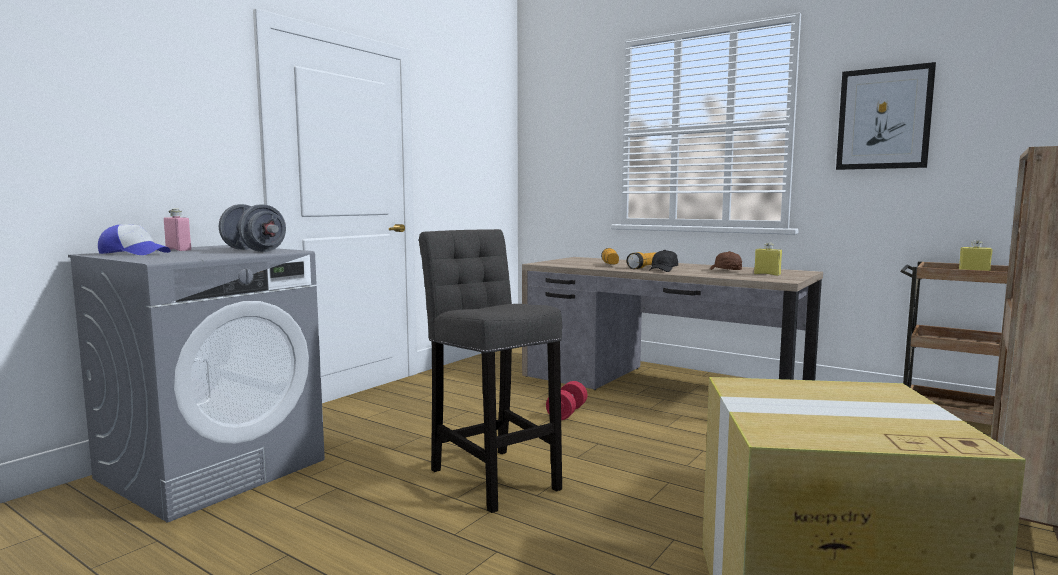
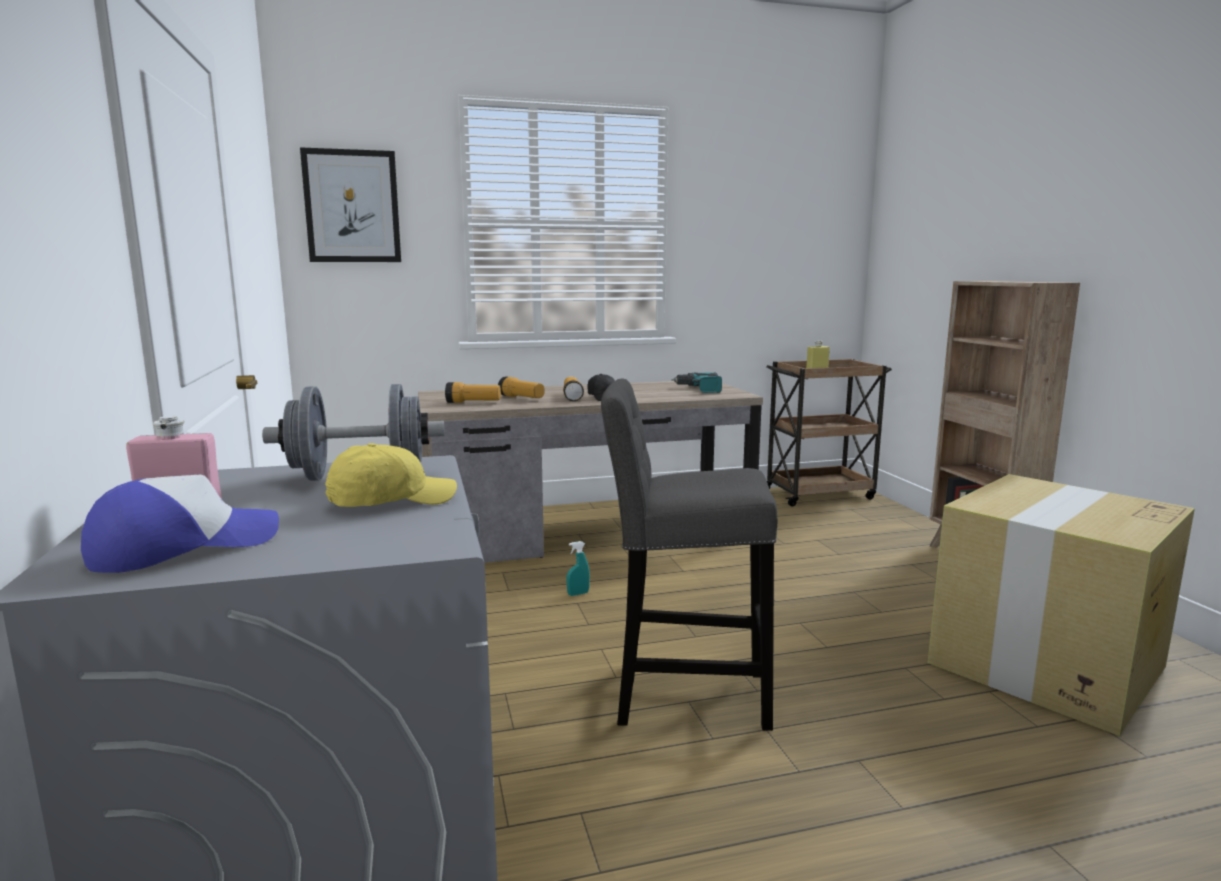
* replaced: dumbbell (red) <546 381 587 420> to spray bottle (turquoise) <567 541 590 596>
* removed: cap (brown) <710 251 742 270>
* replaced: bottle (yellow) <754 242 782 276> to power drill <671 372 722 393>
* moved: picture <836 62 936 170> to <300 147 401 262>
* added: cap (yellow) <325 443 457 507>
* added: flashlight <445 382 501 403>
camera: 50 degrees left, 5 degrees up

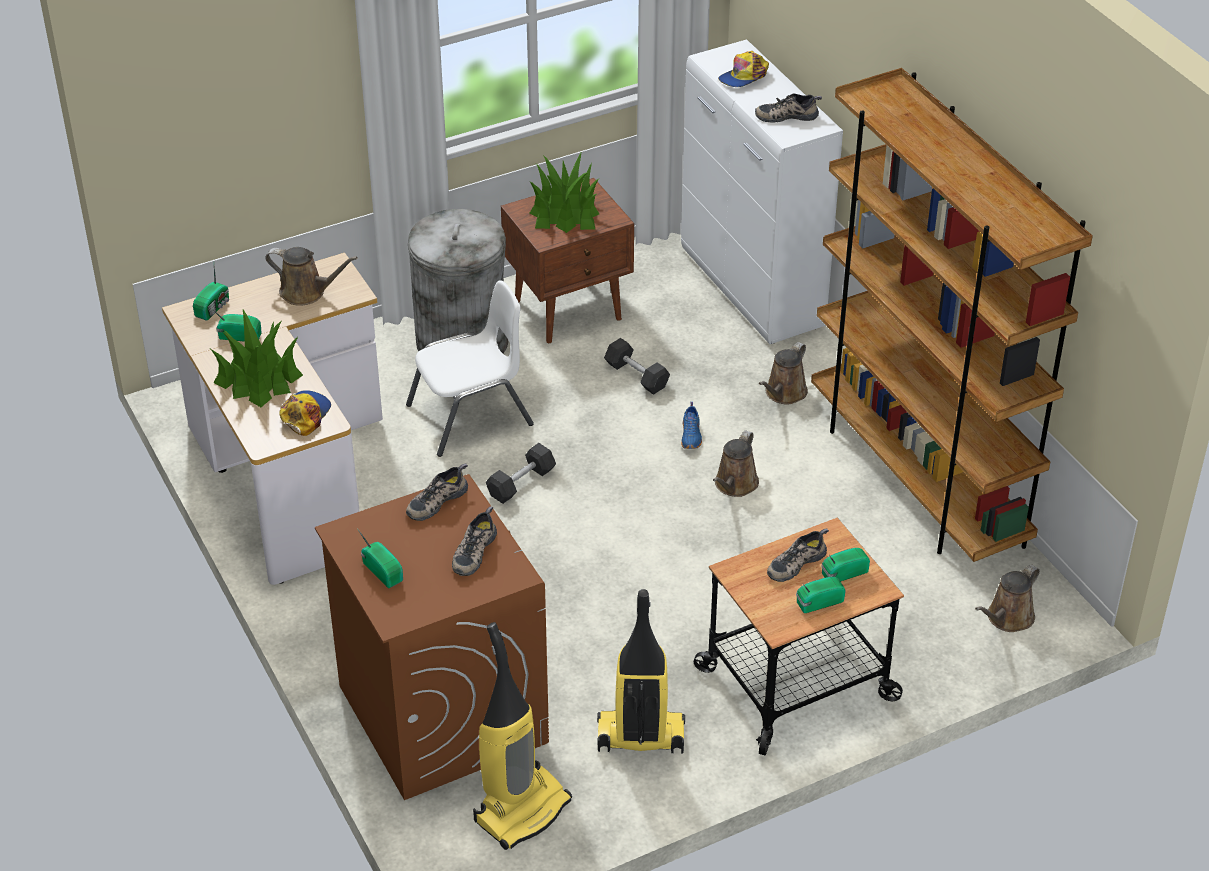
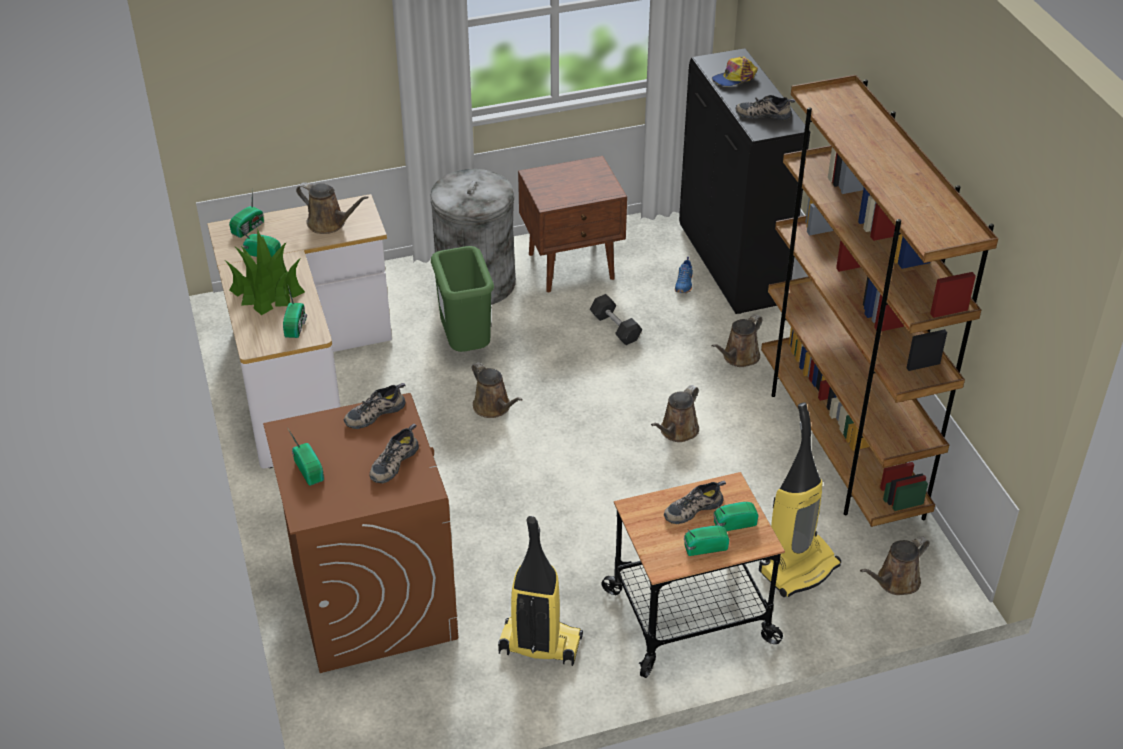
* replaced: cap <279 390 331 436> to radio <283 286 307 338>
* replaced: chair (white) <406 280 534 457> to trash can (green) <431 246 494 352>
* moved: vacuum cleaner <473 622 572 850> to <759 402 841 597>
* replaced: dumbbell (grey) <486 443 556 504> to watering can (brown) <472 362 523 418>
* removed: potted plant <529 151 599 233>
* recoloured: cabinet (white) <681 39 843 344> to cabinet (black) <679 48 810 314>
* moved: shoe (blue) <681 402 702 449> to <675 257 693 293>
camera: 10 degrees right, 0 degrees up

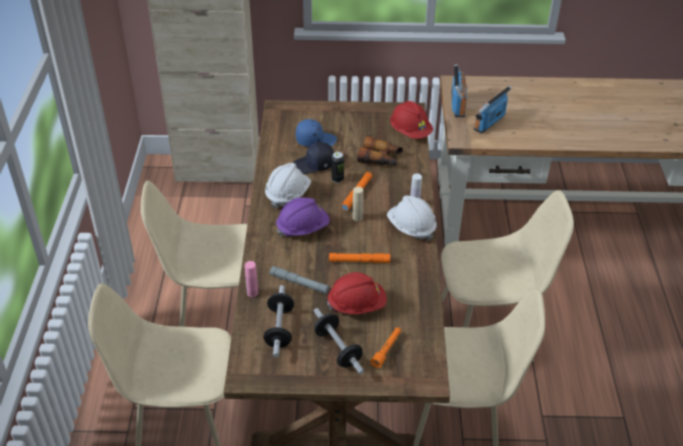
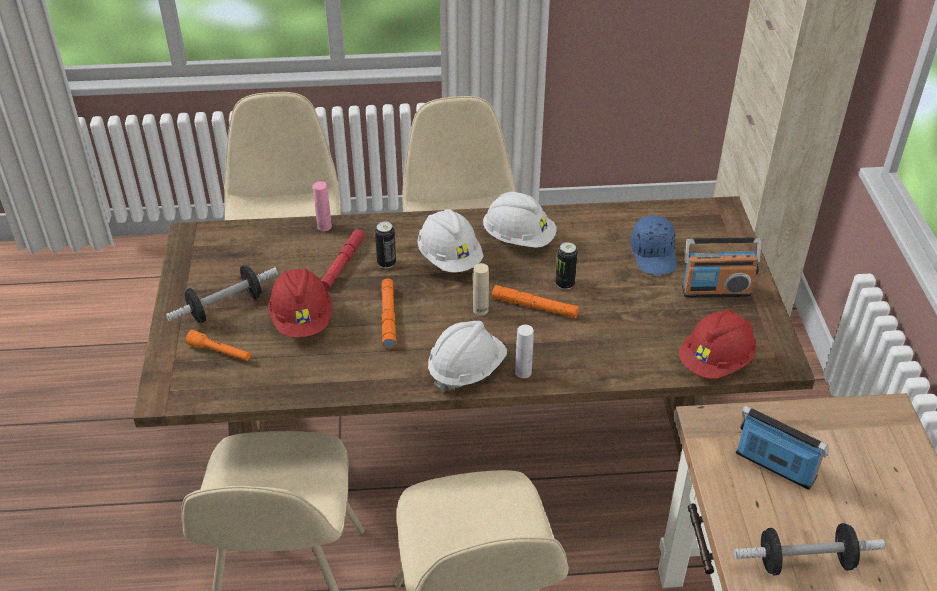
* moved: dumbbell <264 285 294 357> to <734 523 885 576>
* recoloured: flashlight (grey) <270 266 329 294> to flashlight (red) <321 229 365 291>
* recoloured: hard hat (purple) <276 197 330 237> to hard hat (white) <417 209 484 273>
* removed: cap (black) <293 142 334 174>
* removed: binoculars <357 136 403 166>
* moved: radio <451 64 467 117> to <682 238 761 298>
* added: can <375 222 396 268>
camera: 85 degrees right, 0 degrees up

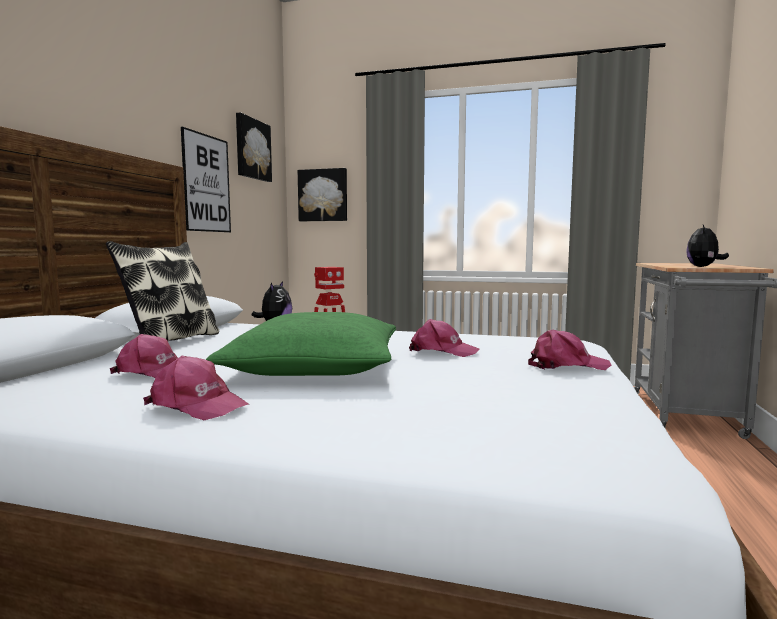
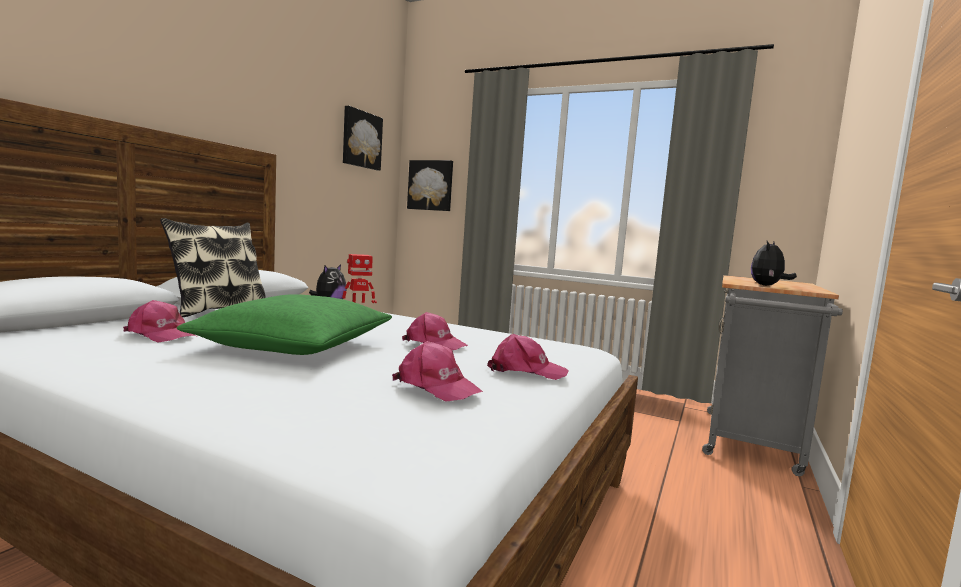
* moved: cap (pink) <143 356 248 420> to <392 341 483 402>
* removed: picture <181 127 231 232>
camera: 10 degrees right, 0 degrees up

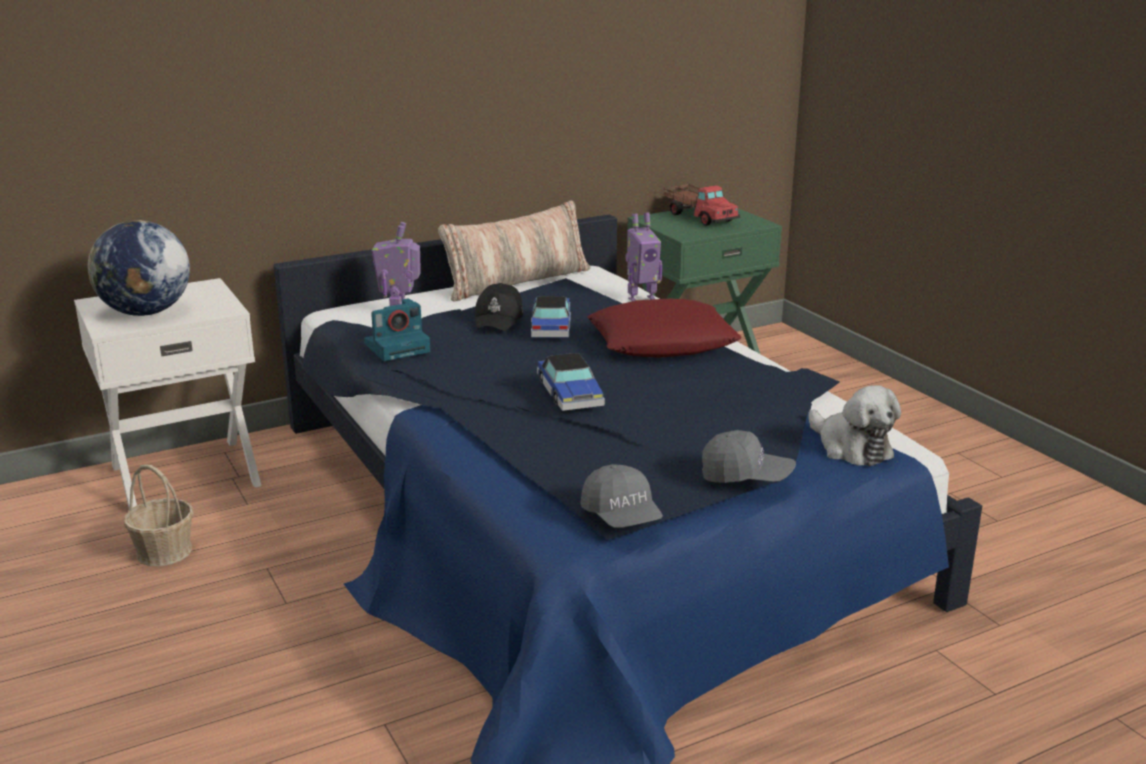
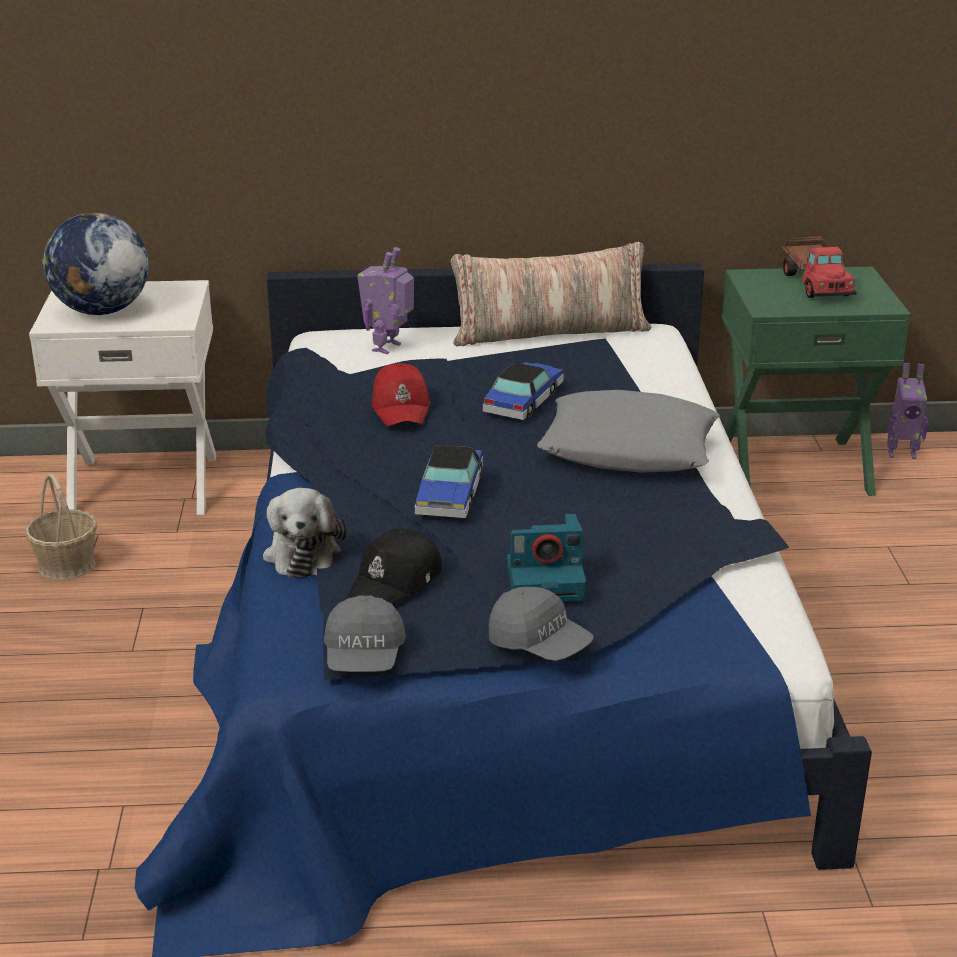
* moved: photo camera <364 298 430 361> to <507 514 586 602>
* moved: cap (black) <474 283 523 331> to <346 528 442 605>
* recoloured: pillow (red) <587 298 741 358> to pillow (grey) <537 390 720 473>
* moved: toy robot <625 212 662 301> to <887 363 928 459>
* moved: plush toy <808 385 901 466> to <263 488 347 578>
* added: cap (red) <372 363 431 426>
camera: 25 degrees right, 5 degrees up

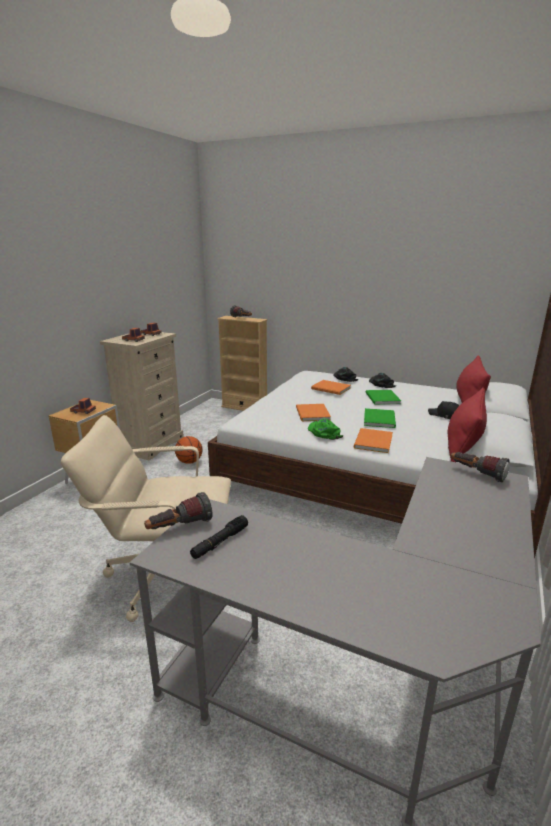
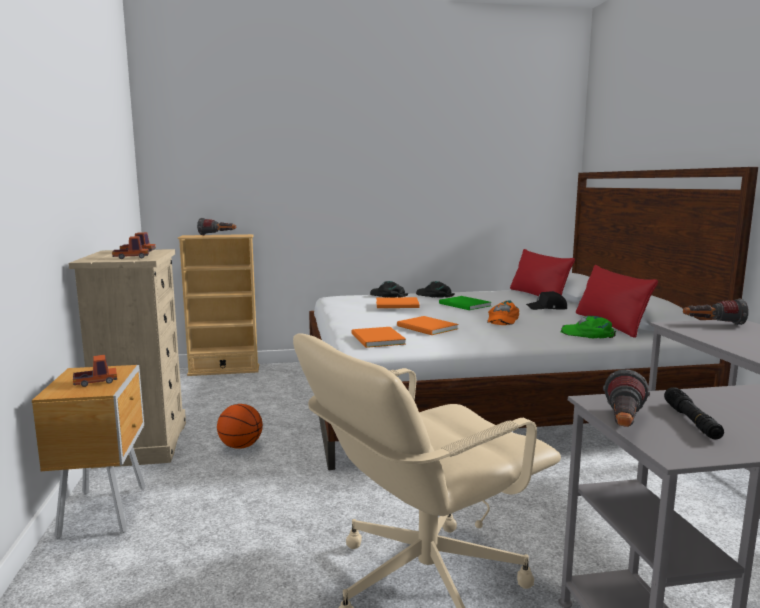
* moved: cap (green) <308 418 344 440> to <561 316 616 338>
* moved: book (orange) <354 428 393 453> to <352 327 406 348>
* replaced: book (green) <364 408 396 428> to cap (orange) <487 300 519 325>
camera: 35 degrees left, 10 degrees down

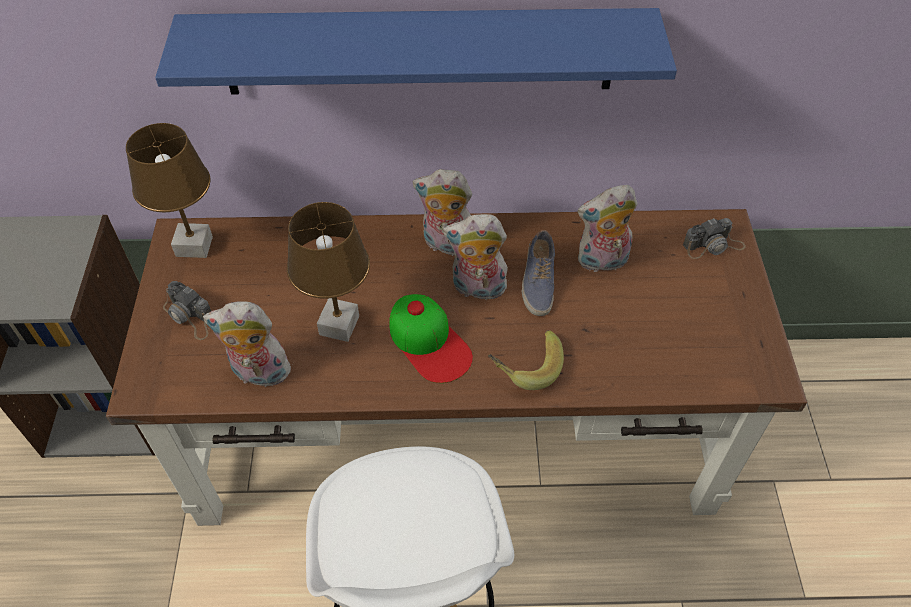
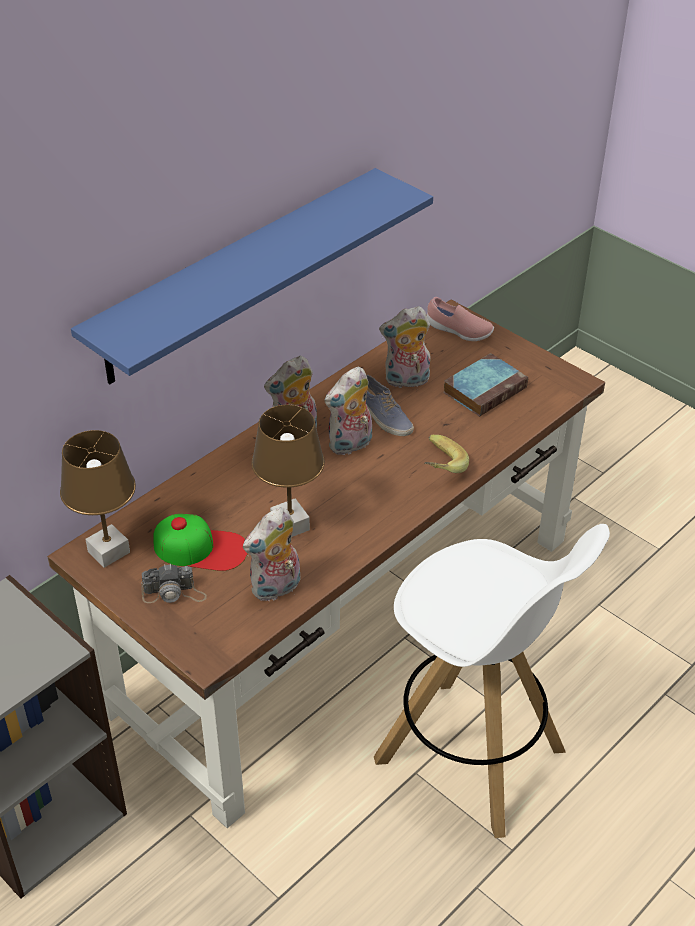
* moved: cap <389 294 473 383> to <153 514 248 571>
* turned: plush toy <578 185 638 272> = <379 306 430 388> 45 degrees clockwise
* replaced: photo camera <683 218 746 259> to shoe (pink) <427 297 494 341>
* added: book <443 353 528 417>
camera: 45 degrees left, 10 degrees down

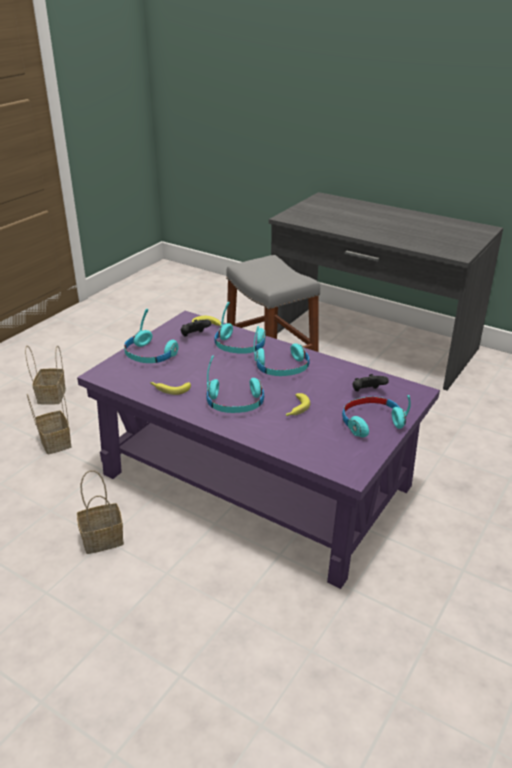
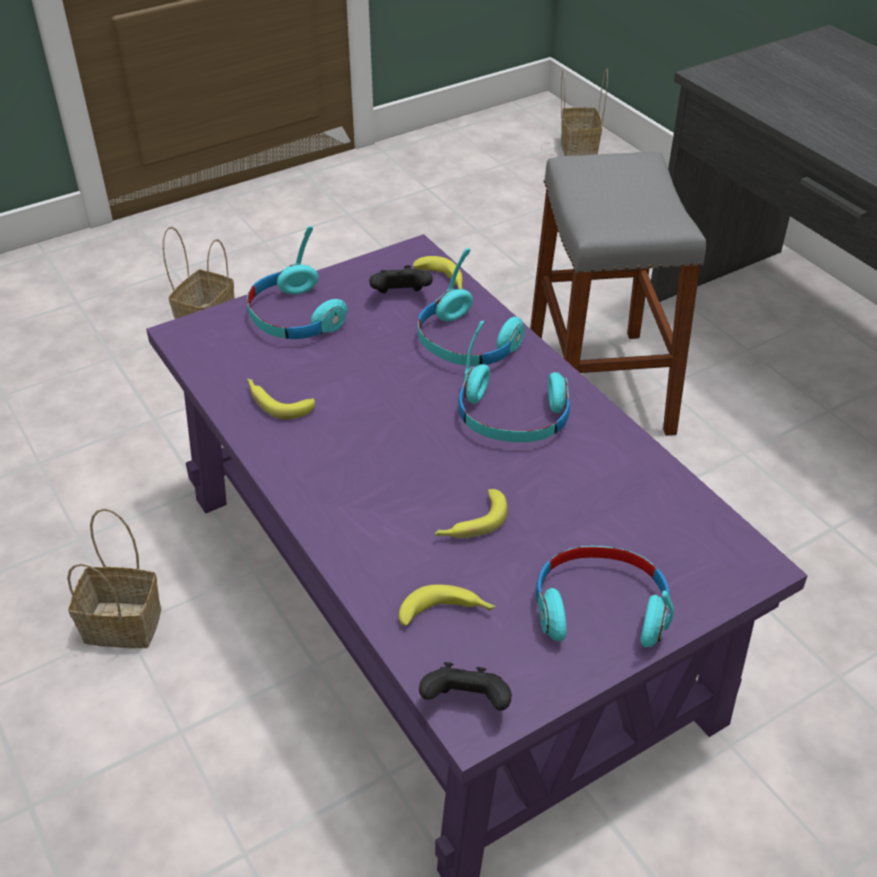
* moved: basket <27 385 72 454> to <561 68 608 156>
* removed: headphones (turquoise) <206 356 264 413>
* moved: game controller (black) <352 374 389 391> to <419 662 512 711>
* added: banana <399 584 496 626>
camera: 25 degrees right, 10 degrees up

